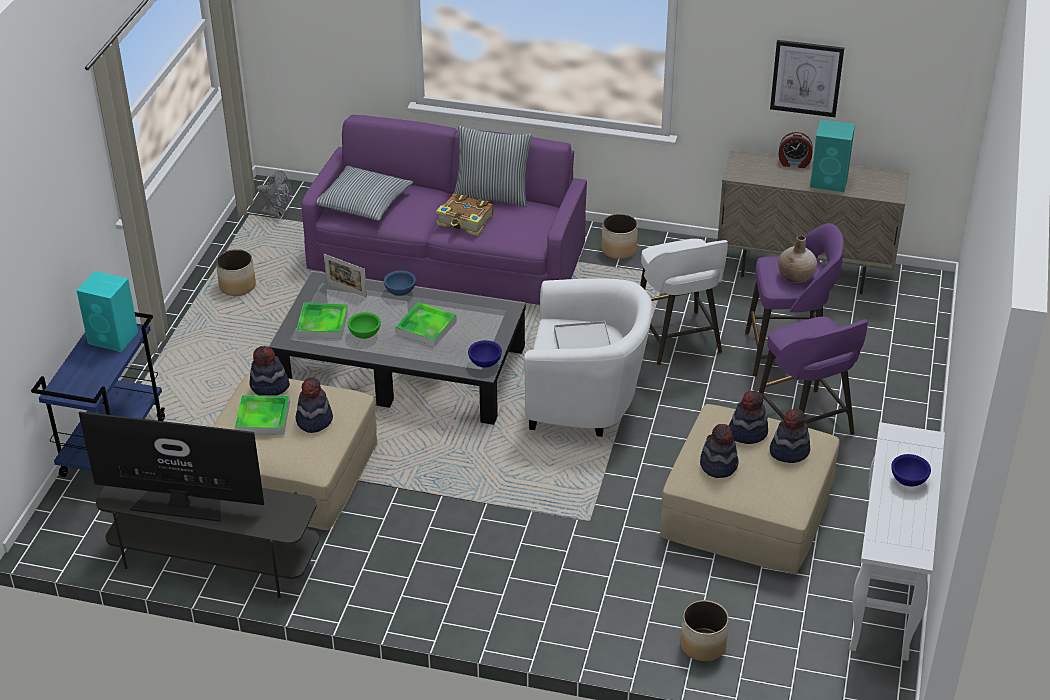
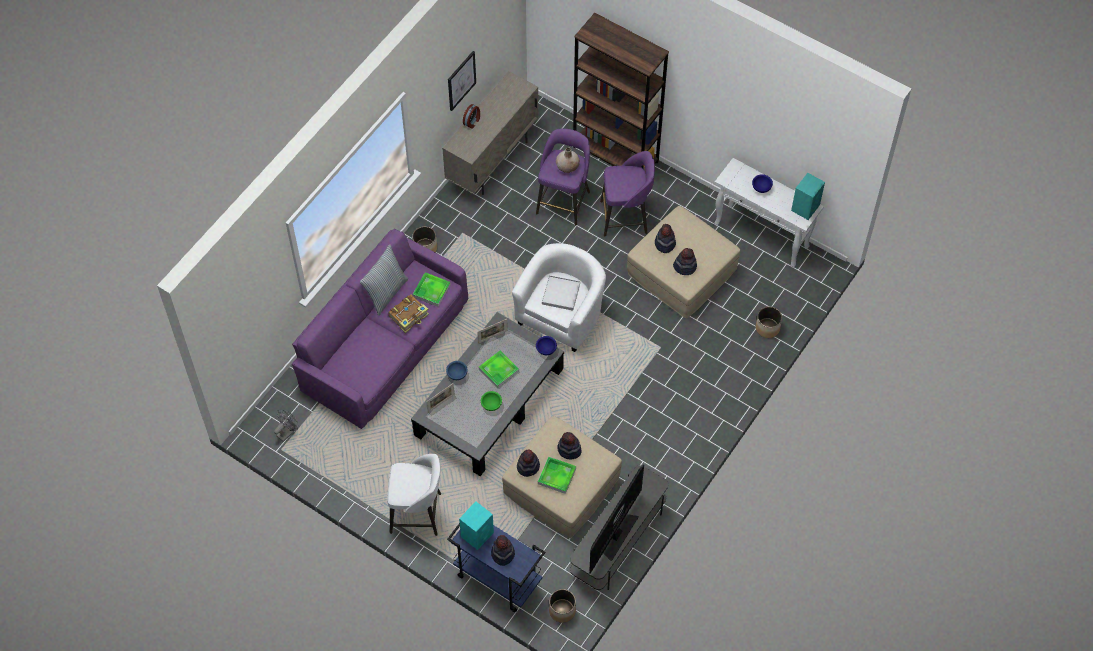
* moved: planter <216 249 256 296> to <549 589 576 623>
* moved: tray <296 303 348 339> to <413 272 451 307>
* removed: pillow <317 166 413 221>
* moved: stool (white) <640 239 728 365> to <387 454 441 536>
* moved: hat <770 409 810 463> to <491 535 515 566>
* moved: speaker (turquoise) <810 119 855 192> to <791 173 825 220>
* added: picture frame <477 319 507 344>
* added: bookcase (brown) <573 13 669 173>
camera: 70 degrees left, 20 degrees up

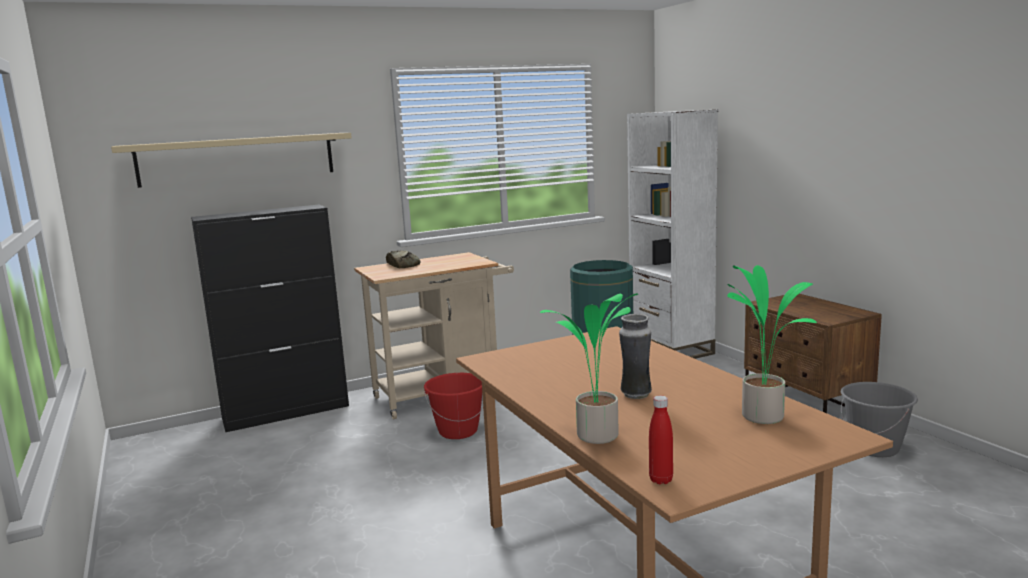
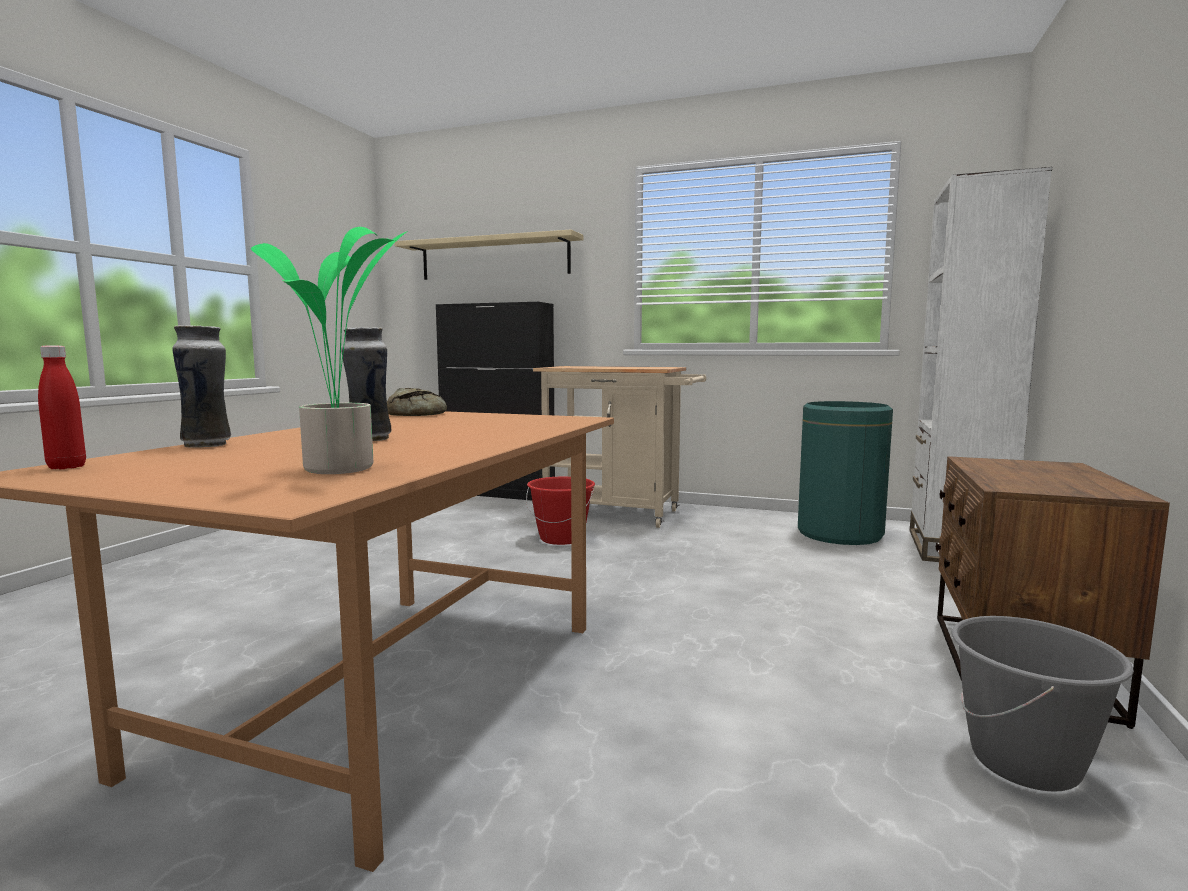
* moved: bread <386 250 421 268> to <387 388 447 416>
* replaced: potted plant <540 293 638 444> to vase <172 325 231 448>
camera: 45 degrees right, 5 degrees down

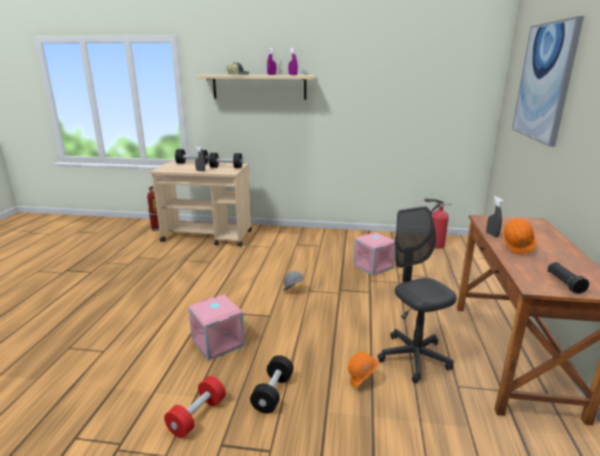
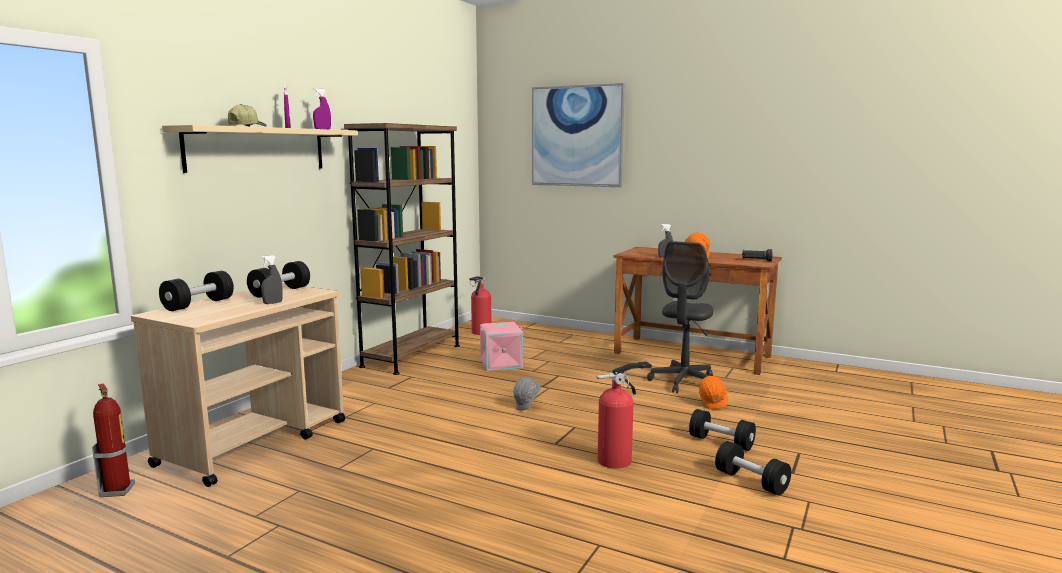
* recoloured: dumbbell (red) <164 376 226 438> to dumbbell (black) <715 441 791 495>
* replaced: storage box (pink) <188 295 245 361> to fire extinguisher <596 361 652 469>
* turned: office chair (grey) <378 206 457 383> = <647 241 714 393> 60 degrees counterclockwise
* added: bookcase (brown) <344 123 460 375>
camera: 70 degrees left, 10 degrees down

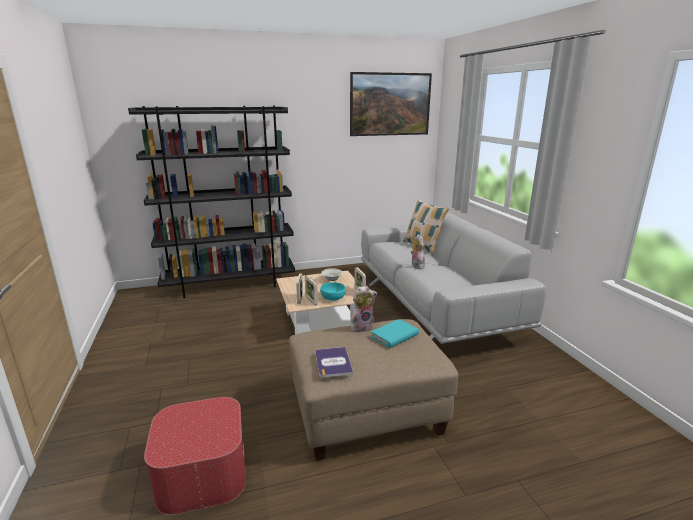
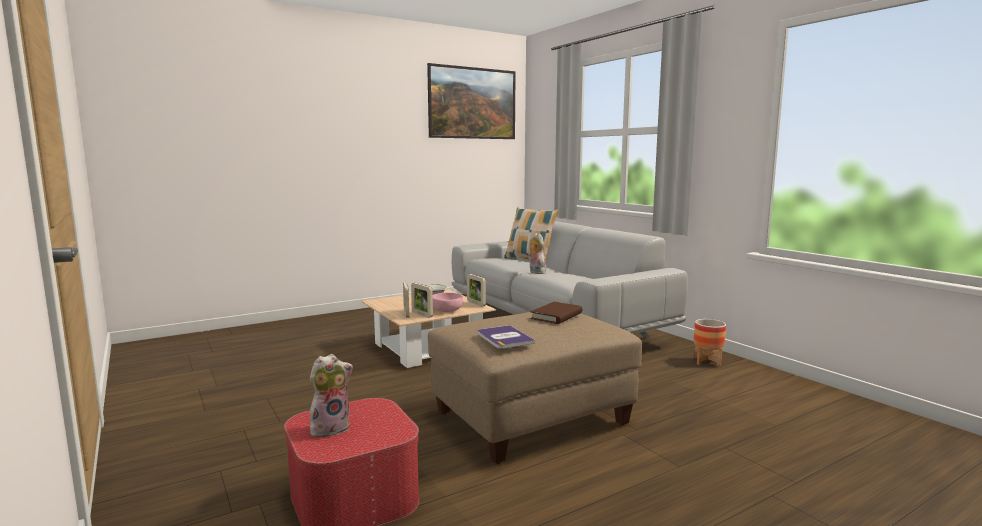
* removed: bookcase (black) <128 106 295 298>
* recoloured: bowl (turquoise) <320 282 346 300> to bowl (pink) <433 293 463 312>
* moved: plush toy <351 286 377 332> to <310 354 353 437>
* recoloured: book (turquoise) <371 319 419 348> to book (brown) <530 302 582 324>
* added: planter <694 319 726 366>
camera: 15 degrees left, 10 degrees down

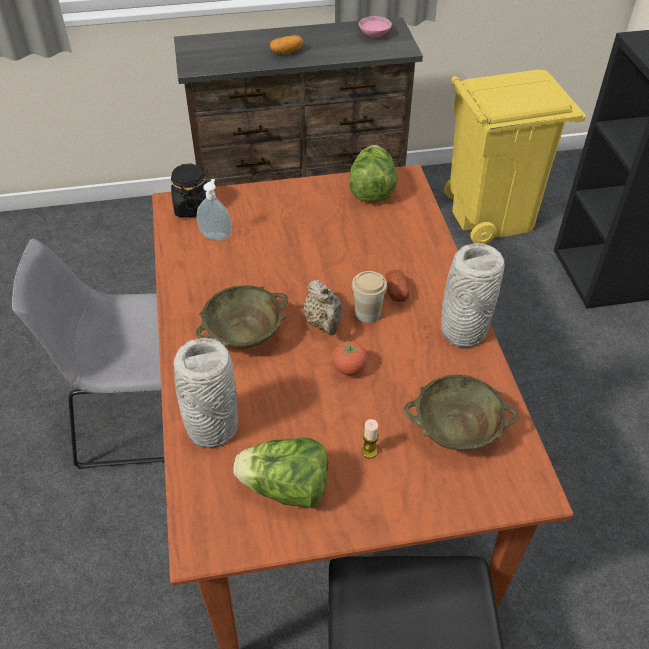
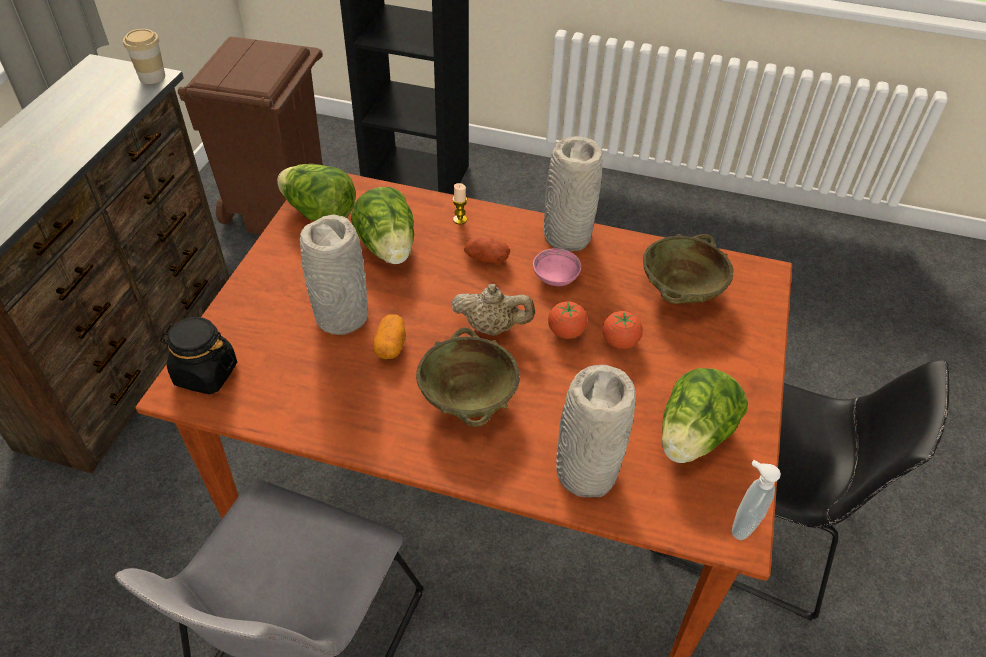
* moved: soap dispenser <197 179 232 240> to <732 460 781 540>
* moved: potato <270 35 303 54> to <373 314 406 359>
* moved: cup <352 271 387 323> to <123 29 165 84>
* moved: bowl (pink) <359 16 392 37> to <533 248 581 286>
* moved: candle <362 419 379 459> to <453 183 467 225>
* recoloured: trash can (yellow) <444 69 586 244> to trash can (brown) <178 37 323 234>
* added: vase (grey) <300 215 368 335>
* added: lettuce <351 187 414 264>
* added: tomato <603 311 643 349>
camera: 65 degrees left, 0 degrees up

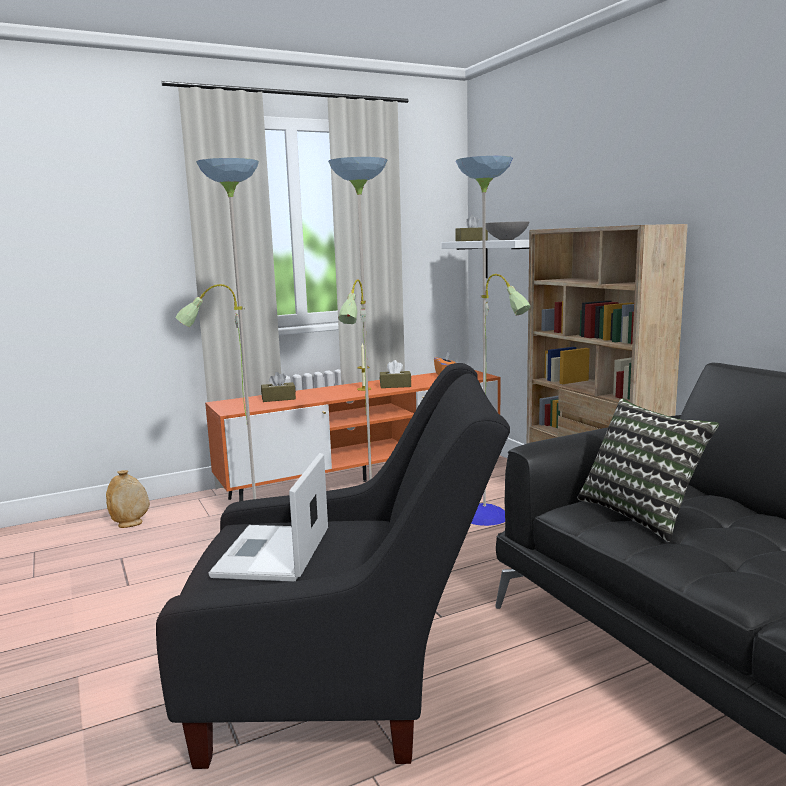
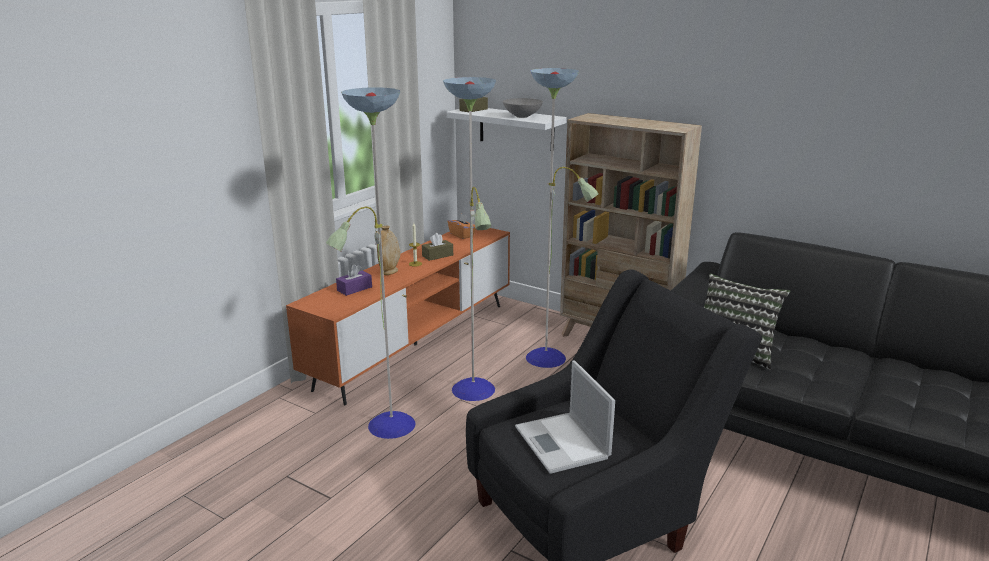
* moved: vase (beige) <106 470 150 528> to <377 226 401 275>
* recoloured: tissue box (brown) <261 372 296 402> to tissue box (purple) <336 264 372 296>
camera: 30 degrees left, 10 degrees up

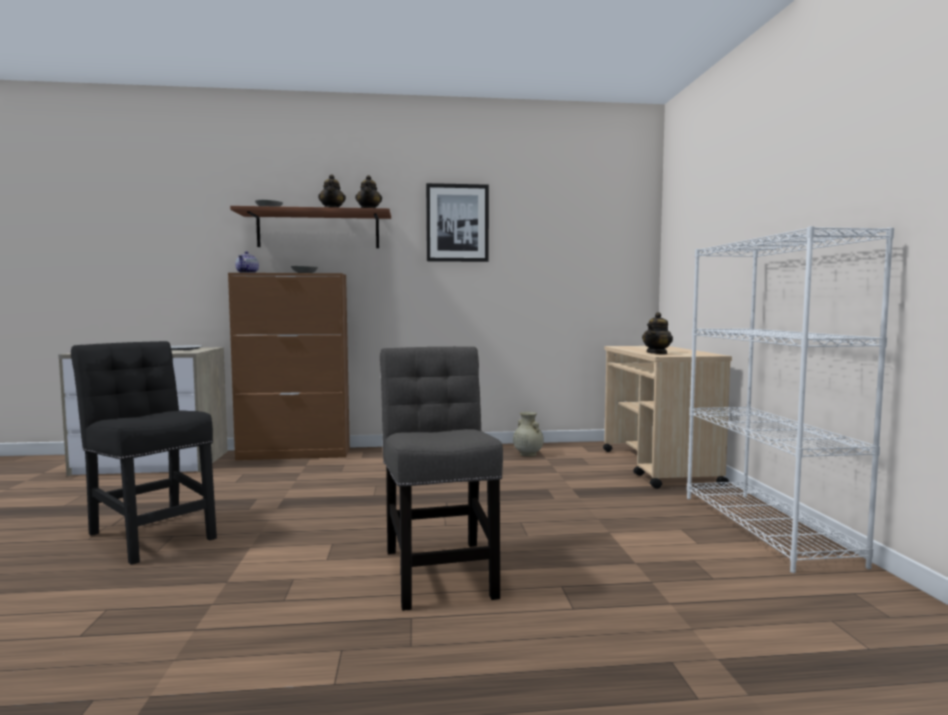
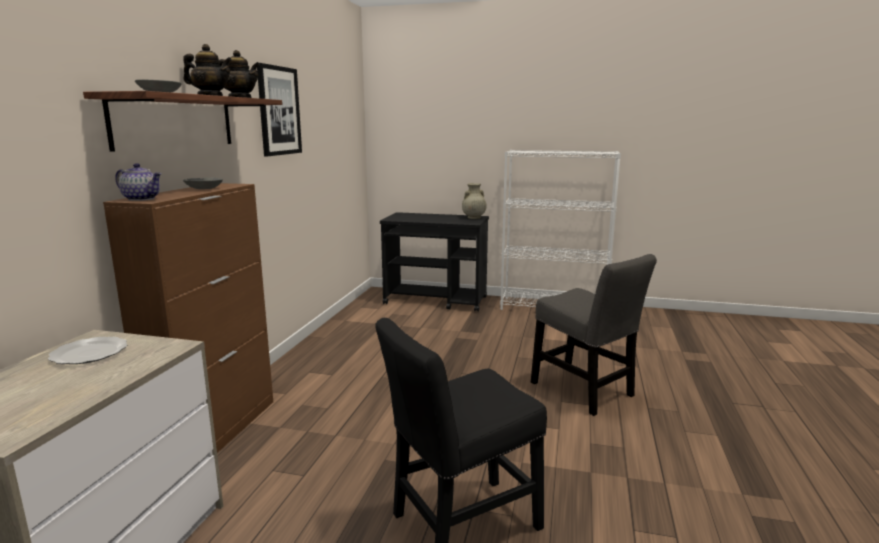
* turned: chair (grey) <380 347 503 611> = <531 254 657 416> 135 degrees counterclockwise
* moved: vase (beige) <513 412 544 457> to <462 183 486 219>
* recoloured: cart (beige) <603 346 732 489> to cart (black) <380 212 489 312>
* removed: teapot <642 312 673 354>
camera: 70 degrees left, 10 degrees up

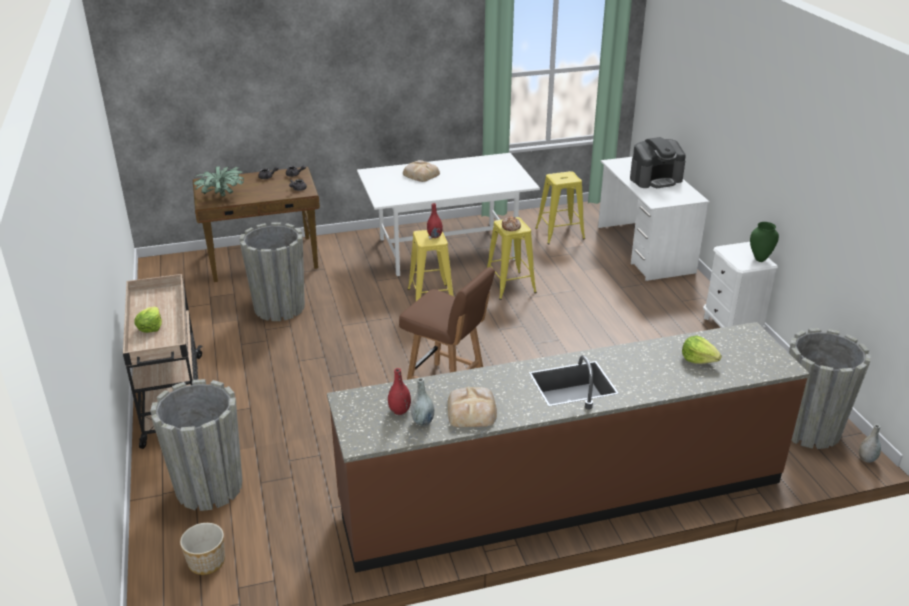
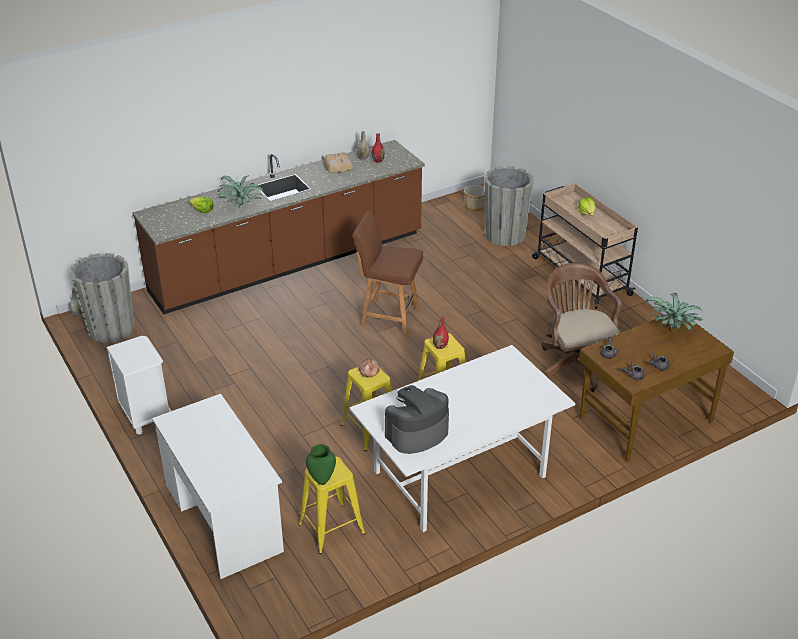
* replaced: planter (grey) <239 222 305 321> to office chair (brown) <541 263 621 392>
* removed: bread <403 160 440 182>
* moved: coffee machine <630 137 686 188> to <385 385 449 454>
* moved: vase (green) <750 222 779 262> to <306 444 336 485>
* added: potted plant <217 175 263 207>
camera: 165 degrees right, 5 degrees up

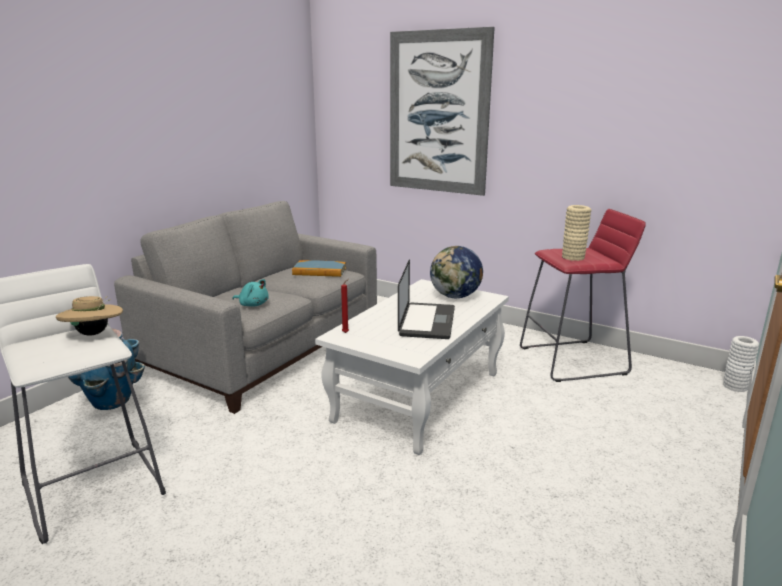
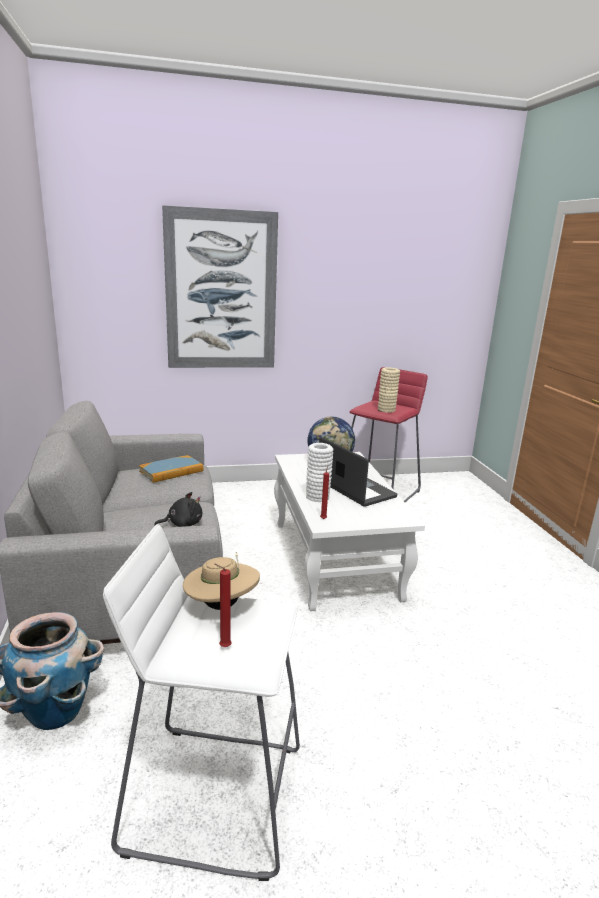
* recoloured: plush toy (turquoise) <232 279 269 307> to plush toy (black) <154 492 202 527>
* moved: vase (white) <723 336 759 392> to <306 443 333 502>
* added: candle (red) <214 564 232 647>
camera: 45 degrees left, 0 degrees up

